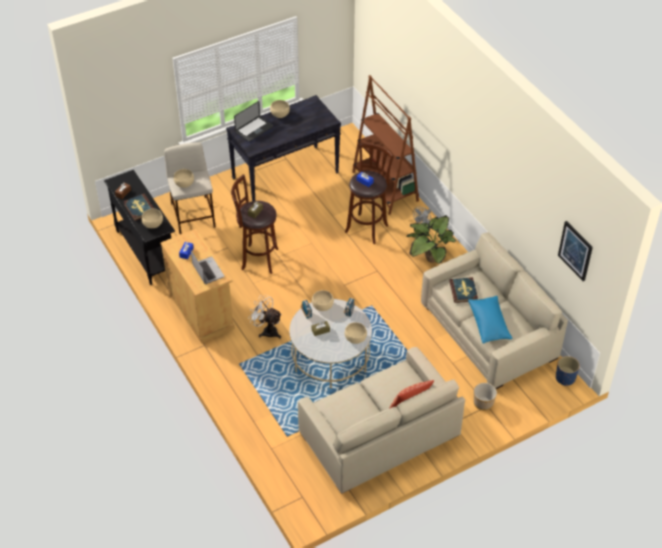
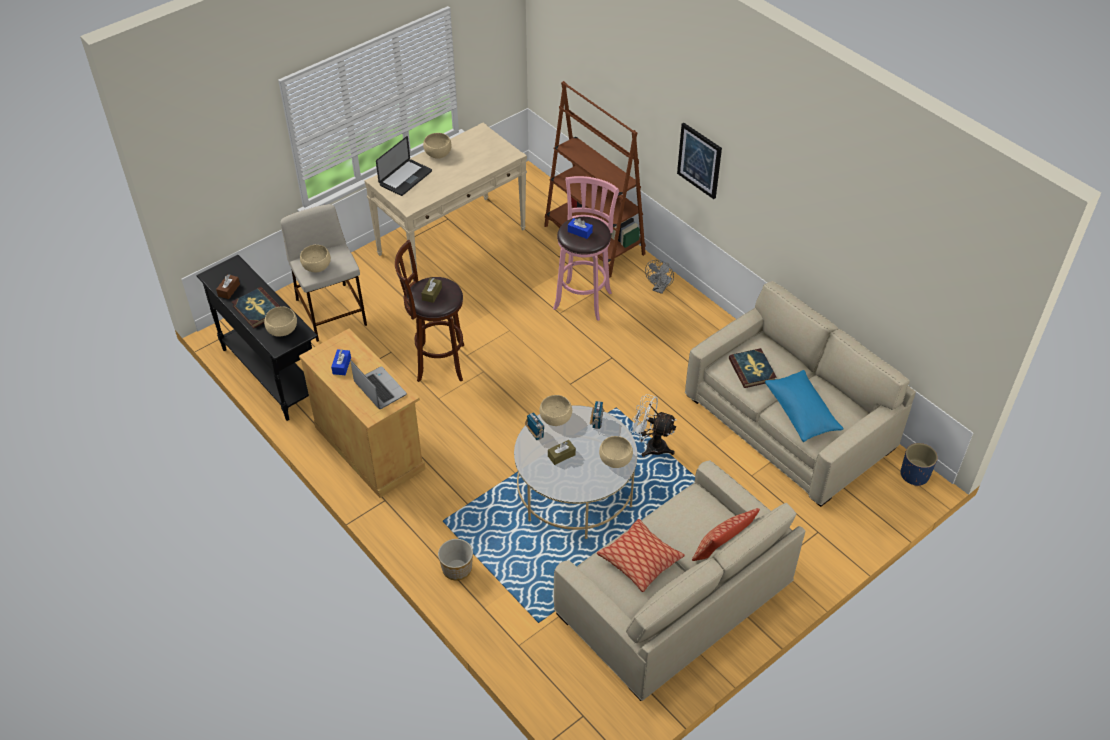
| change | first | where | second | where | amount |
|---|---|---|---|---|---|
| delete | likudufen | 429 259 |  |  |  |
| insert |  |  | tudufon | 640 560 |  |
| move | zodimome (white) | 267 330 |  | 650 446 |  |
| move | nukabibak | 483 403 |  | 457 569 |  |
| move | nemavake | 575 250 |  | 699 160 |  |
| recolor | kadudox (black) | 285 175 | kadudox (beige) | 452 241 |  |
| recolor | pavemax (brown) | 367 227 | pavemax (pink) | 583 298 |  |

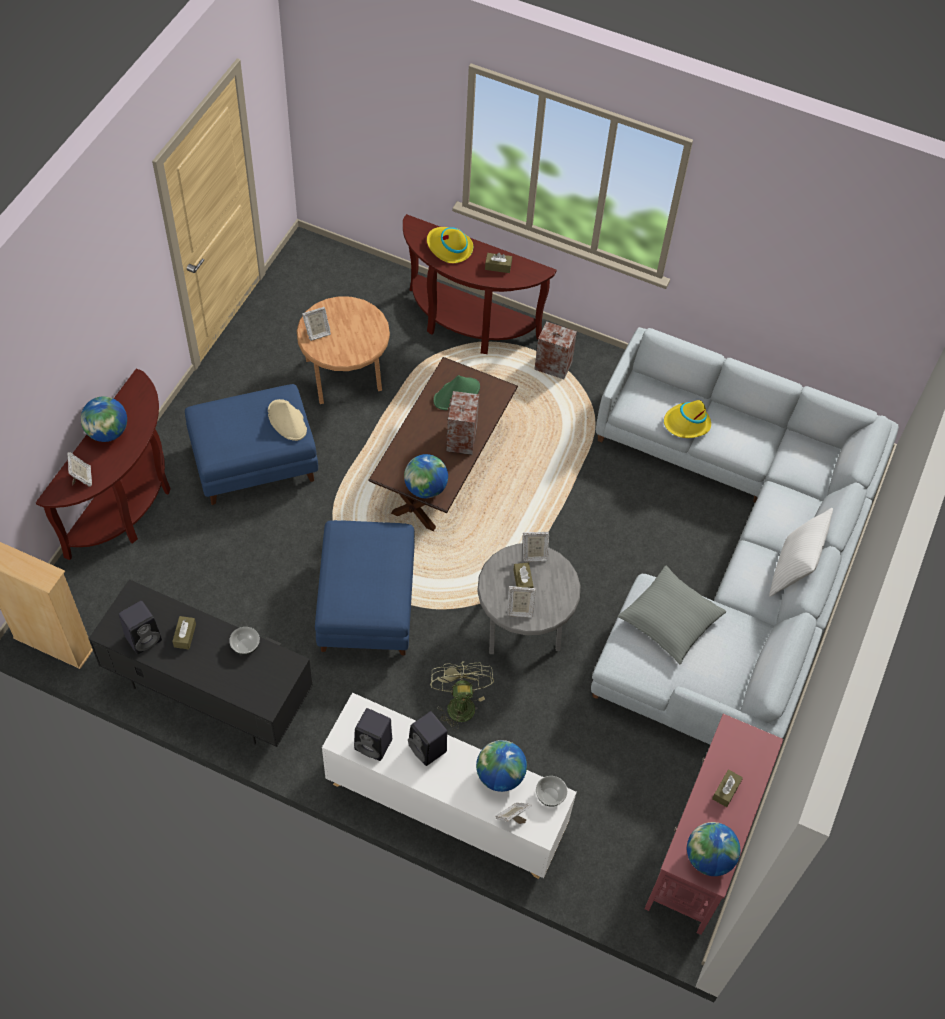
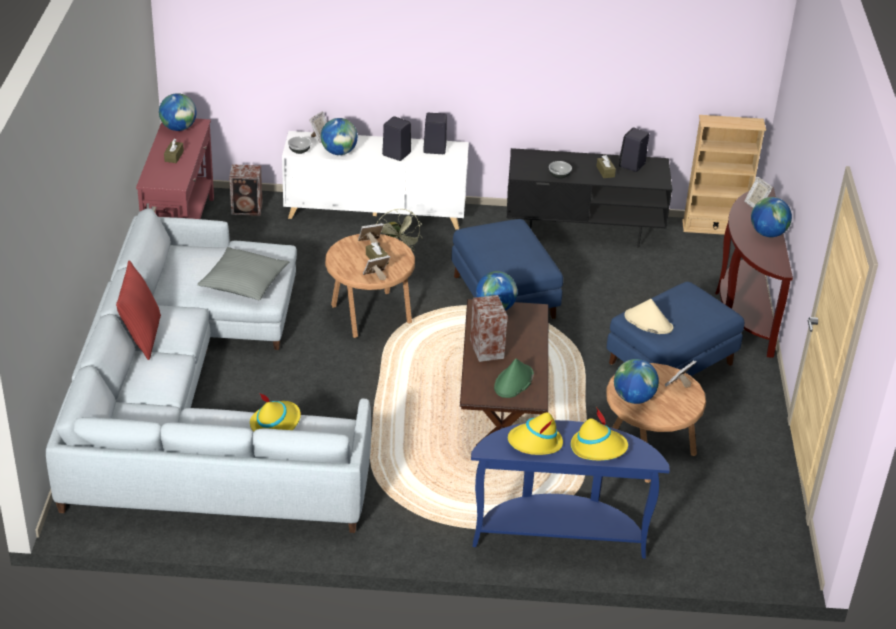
| change | first | where | second | where | amount |
|---|---|---|---|---|---|
| insert |  |  | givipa | 633 398 |  |
| move | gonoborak | 552 365 |  | 248 209 |  |
| replace | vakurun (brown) | 498 266 | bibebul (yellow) | 535 442 |  |
| recolor | kadudox (brown) | 467 325 | kadudox (blue) | 559 534 |  |
| recolor | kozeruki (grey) | 523 624 | kozeruki (brown) | 369 314 |  |
| recolor | tudufon (white) | 792 570 | tudufon (red) | 141 337 |  |

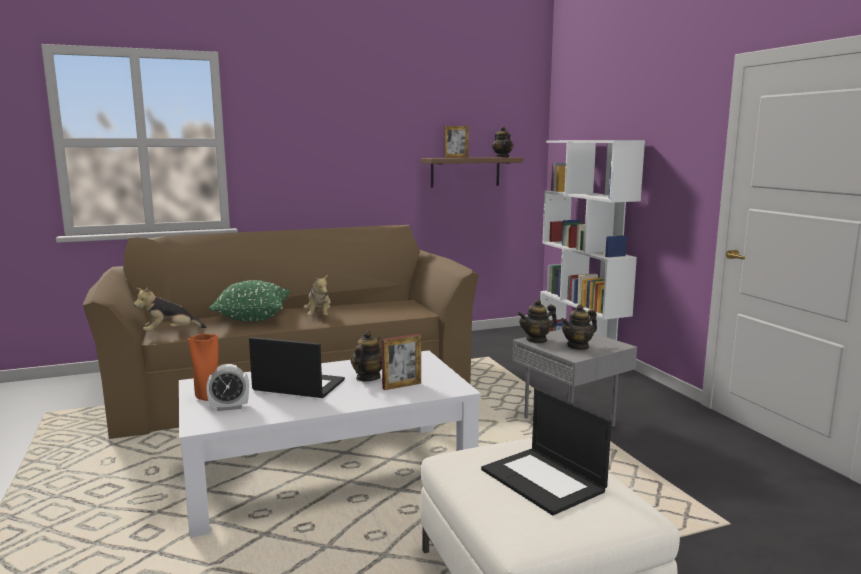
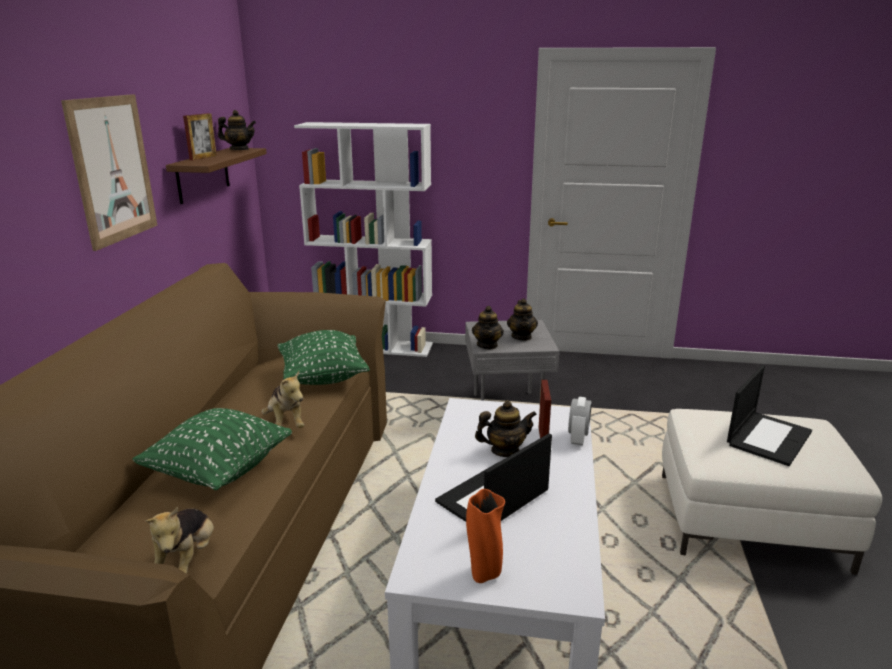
| change | first | where | second | where | amount |
|---|---|---|---|---|---|
| insert |  |  | nemavake | 113 169 |  |
| insert |  |  | tudufon (green) | 323 378 |  |
| move | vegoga | 229 407 |  | 578 438 |  |
| rotate | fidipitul | 319 317 |  | 286 423 | 45 degrees clockwise |
| rotate | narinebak | 368 378 |  | 505 450 | 120 degrees clockwise |
| rotate | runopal | 544 480 |  | 768 437 | 45 degrees counterclockwise |

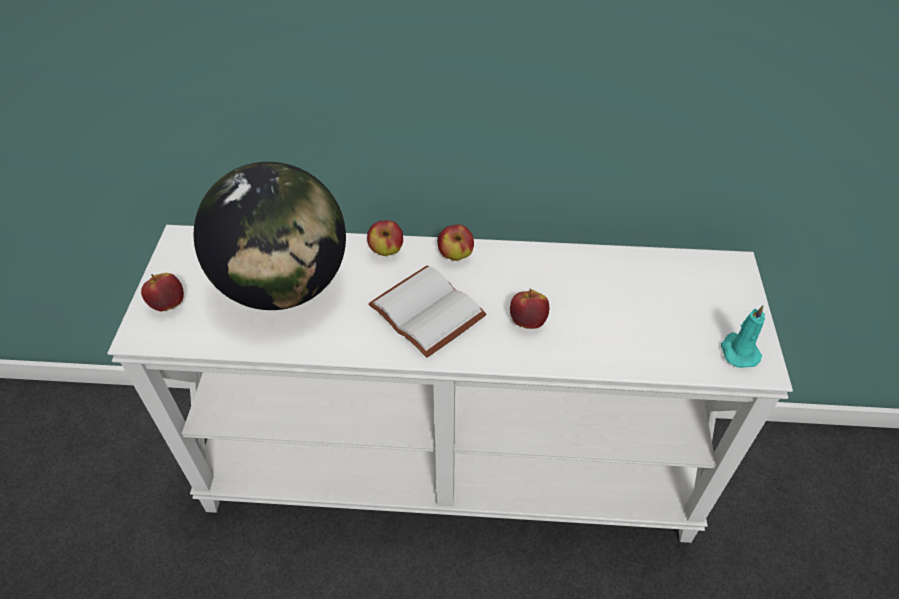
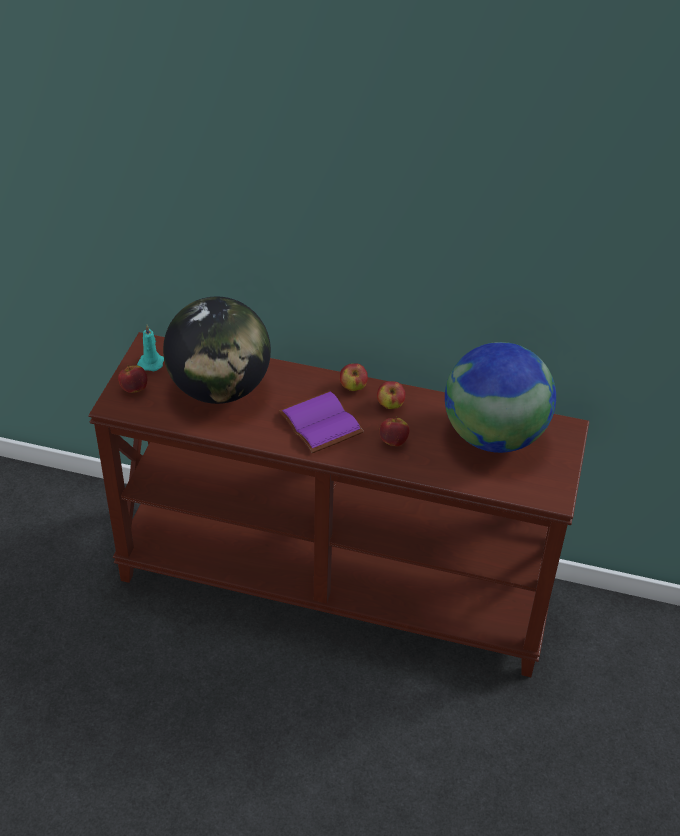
| change | first | where | second | where | amount |
|---|---|---|---|---|---|
| insert |  |  | givipa | 493 436 |  |
| move | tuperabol | 386 251 |  | 390 405 |  |
| move | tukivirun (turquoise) | 738 351 |  | 151 362 |  |
| recolor | kadudox (white) | 451 465 | kadudox (brown) | 336 582 |  |
| recolor | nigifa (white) | 423 312 | nigifa (purple) | 318 423 |  |

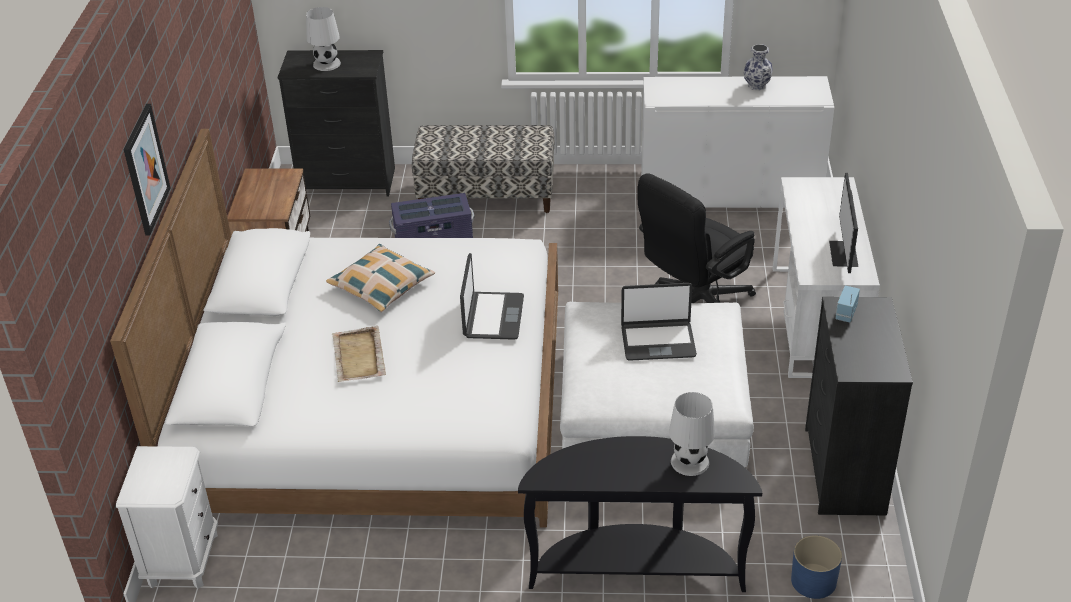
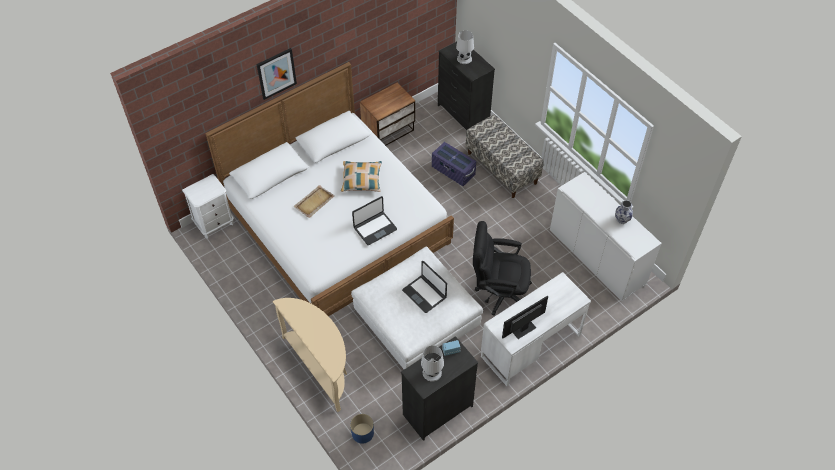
| change | first | where | second | where | amount |
|---|---|---|---|---|---|
| move | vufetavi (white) | 690 461 |  | 432 372 |  |
| recolor | kadudox (black) | 636 567 | kadudox (beige) | 321 366 |  |

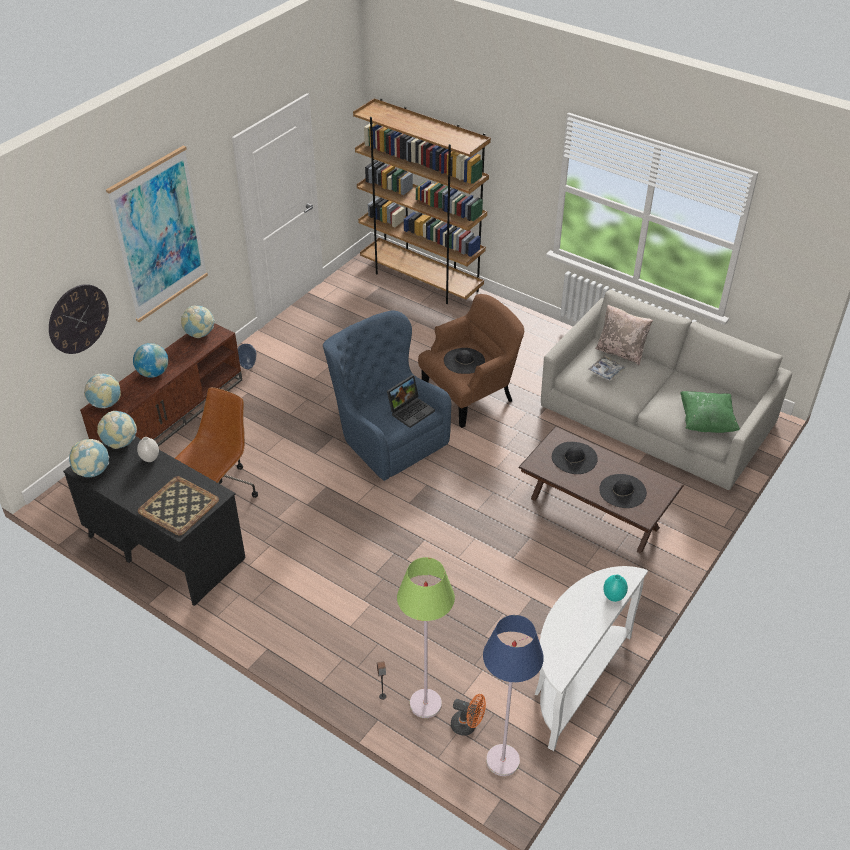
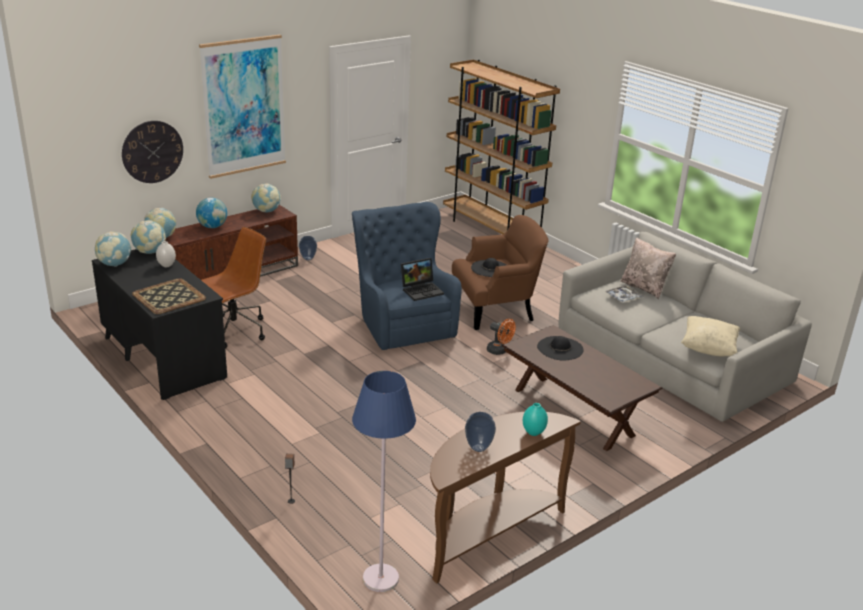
| change | first | where | second | where | amount |
|---|---|---|---|---|---|
| delete | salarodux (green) | 425 703 |  |  |  |
| delete | bibebul (black) | 622 491 |  |  |  |
| insert |  |  | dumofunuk | 478 448 |  |
| move | zodimome (orange) | 468 726 |  | 499 351 |  |
| recolor | kadudox (white) | 574 681 | kadudox (brown) | 488 533 |  |
| recolor | tudufon (green) | 706 422 | tudufon (beige) | 708 349 |  |

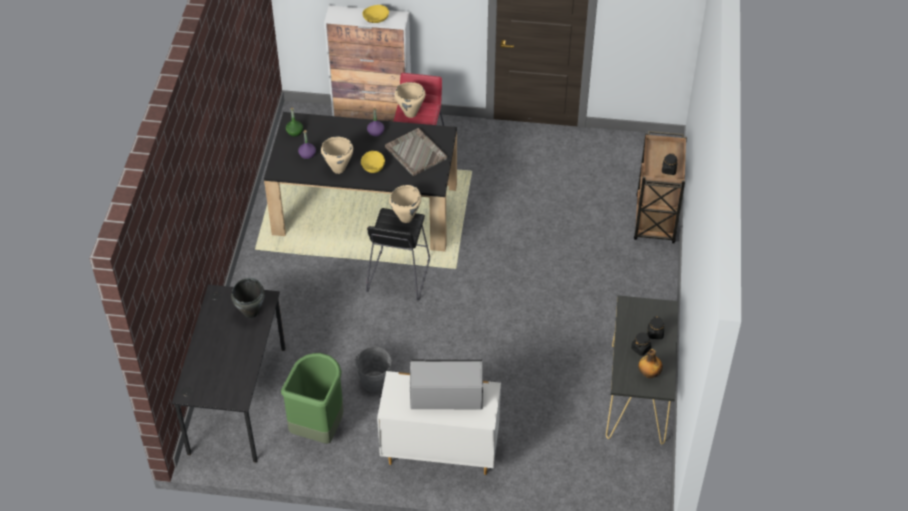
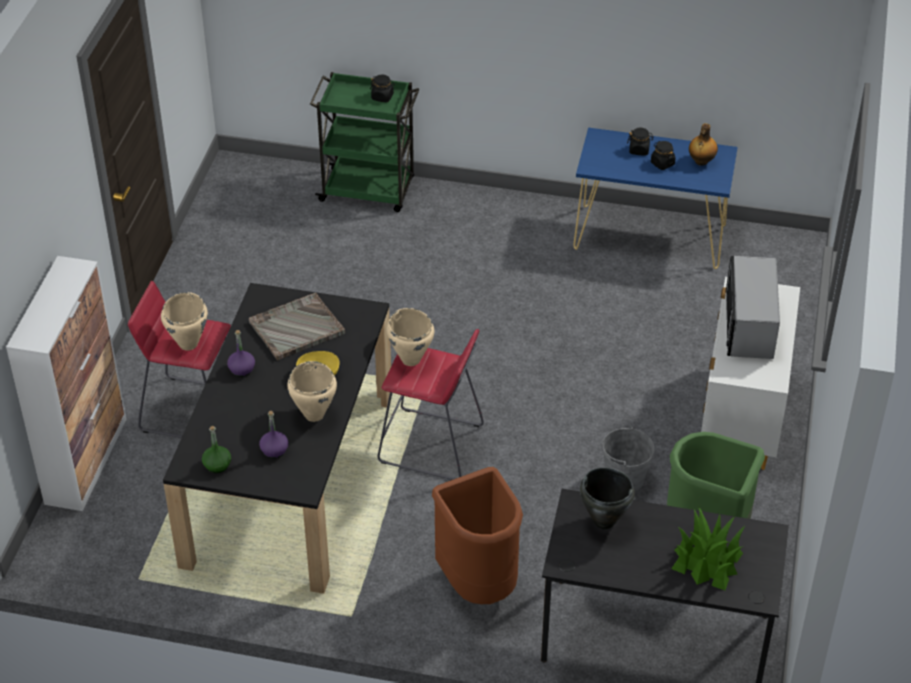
| change | first | where | second | where | amount |
|---|---|---|---|---|---|
| delete | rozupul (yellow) | 376 20 |  |  |  |
| insert |  |  | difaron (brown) | 479 584 |  |
| insert |  |  | likudufen | 706 561 |  |
| recolor | pavemax (black) | 398 276 | pavemax (red) | 431 445 |  |
| recolor | kadudox (black) | 637 394 | kadudox (blue) | 650 237 |  |
| recolor | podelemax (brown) | 655 221 | podelemax (green) | 369 190 |  |

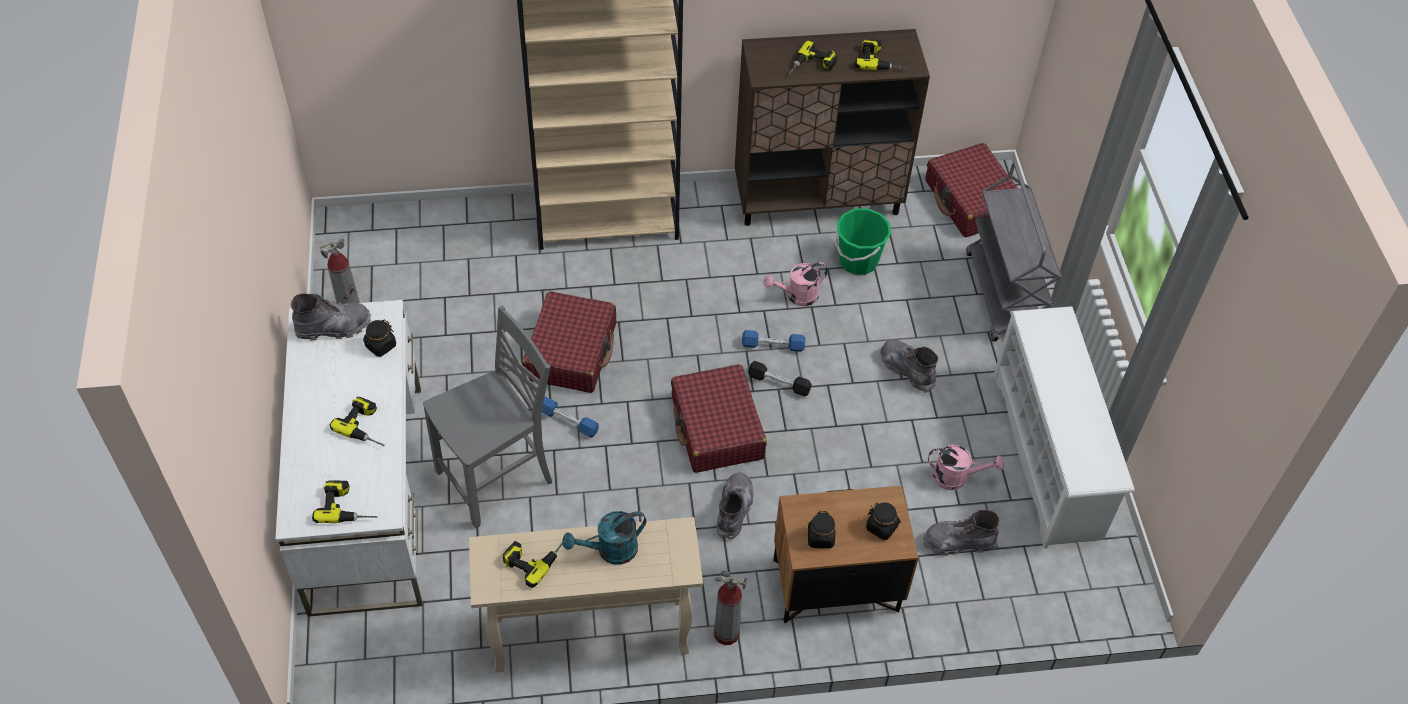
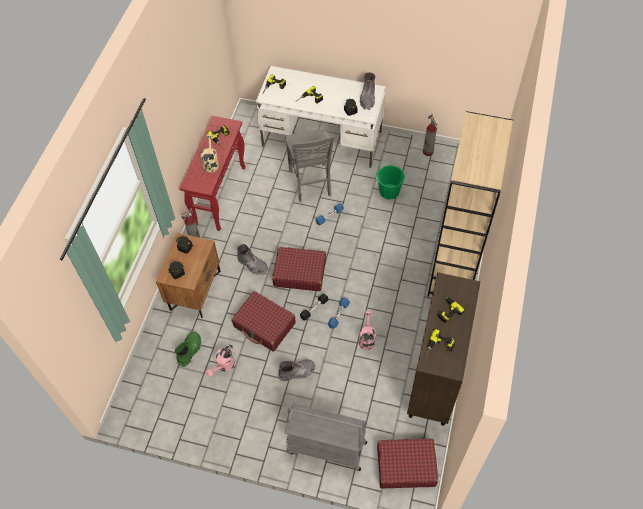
| change | first | where | second | where | amount |
|---|---|---|---|---|---|
| delete | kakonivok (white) | 1049 456 |  |  |  |
| move | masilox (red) | 571 351 |  | 264 325 |  |
| move | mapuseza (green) | 858 261 |  | 389 191 |  |
| recolor | kadudox (beige) | 588 636 | kadudox (red) | 220 195 |  |
| recolor | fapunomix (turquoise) | 610 551 | fapunomix (beige) | 210 162 |  |
| recolor | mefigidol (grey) | 958 542 | mefigidol (green) | 189 350 |  |

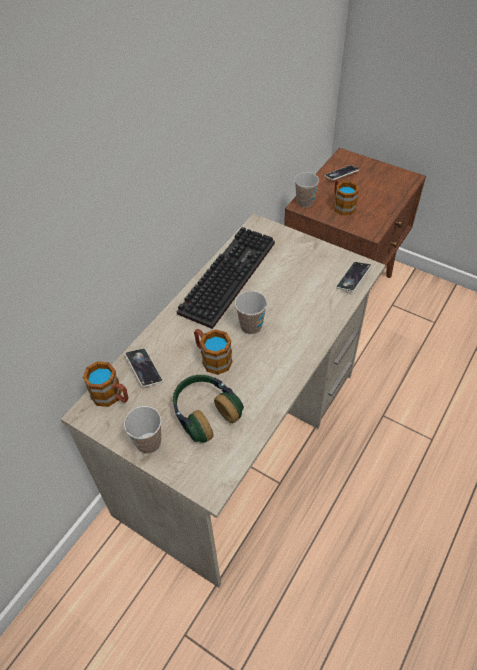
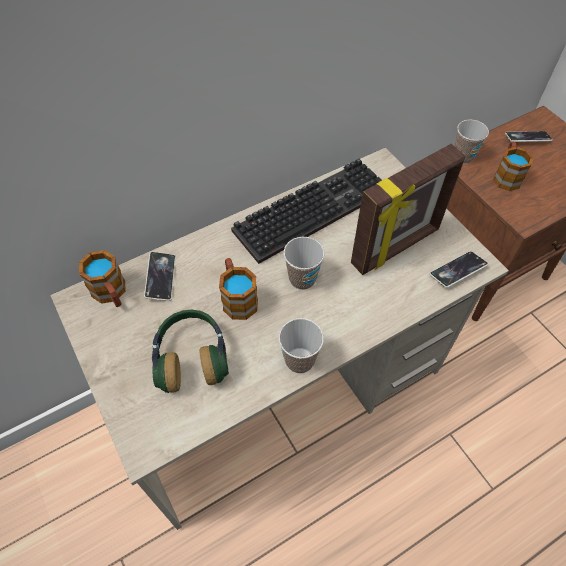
| change | first | where | second | where | amount |
|---|---|---|---|---|---|
| insert |  |  | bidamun | 396 247 |  |
| move | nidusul | 148 443 |  | 299 360 |  |

